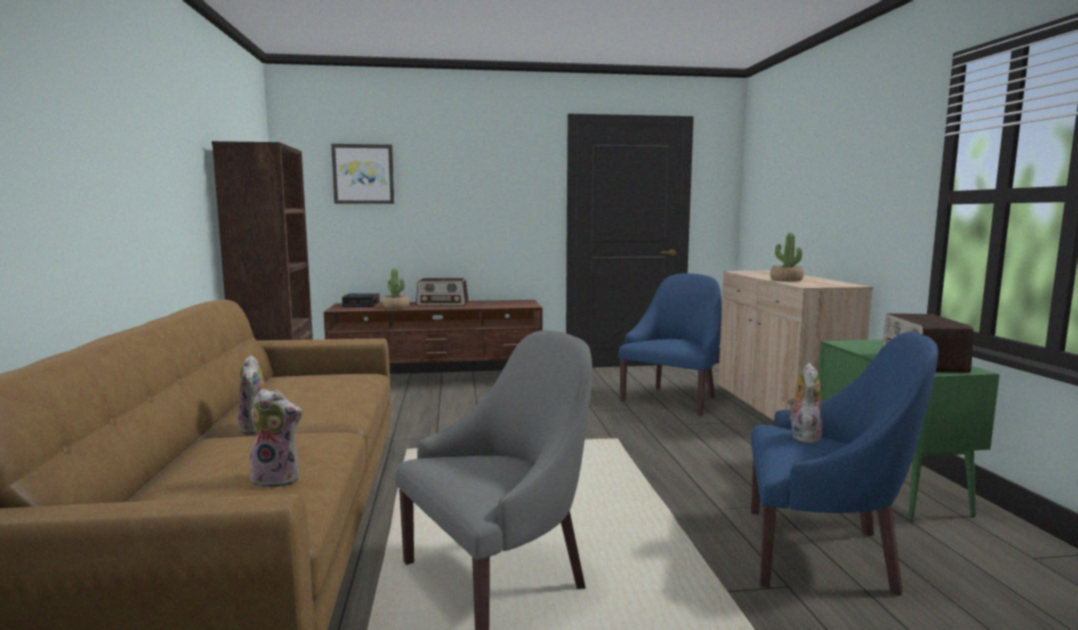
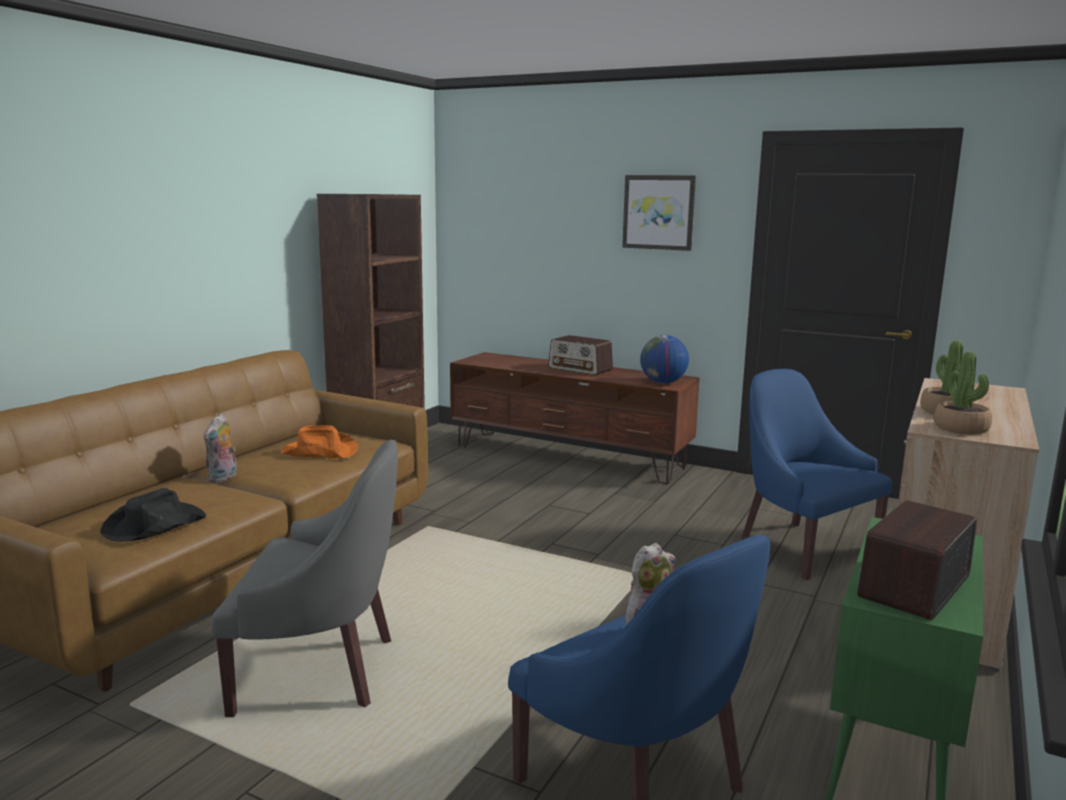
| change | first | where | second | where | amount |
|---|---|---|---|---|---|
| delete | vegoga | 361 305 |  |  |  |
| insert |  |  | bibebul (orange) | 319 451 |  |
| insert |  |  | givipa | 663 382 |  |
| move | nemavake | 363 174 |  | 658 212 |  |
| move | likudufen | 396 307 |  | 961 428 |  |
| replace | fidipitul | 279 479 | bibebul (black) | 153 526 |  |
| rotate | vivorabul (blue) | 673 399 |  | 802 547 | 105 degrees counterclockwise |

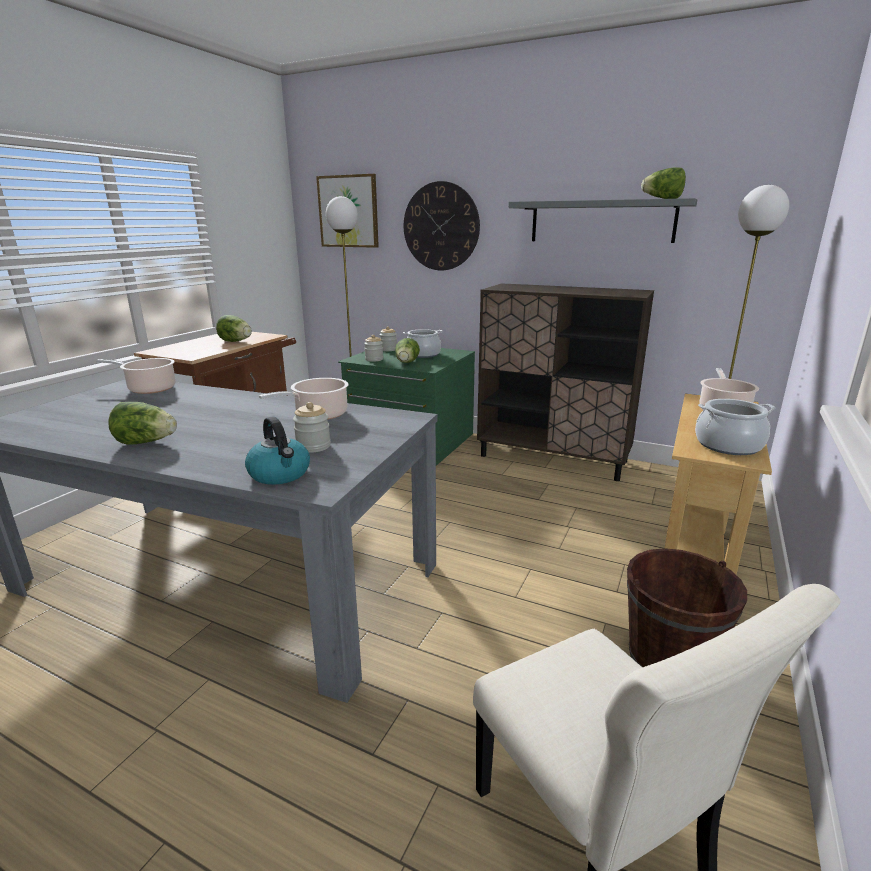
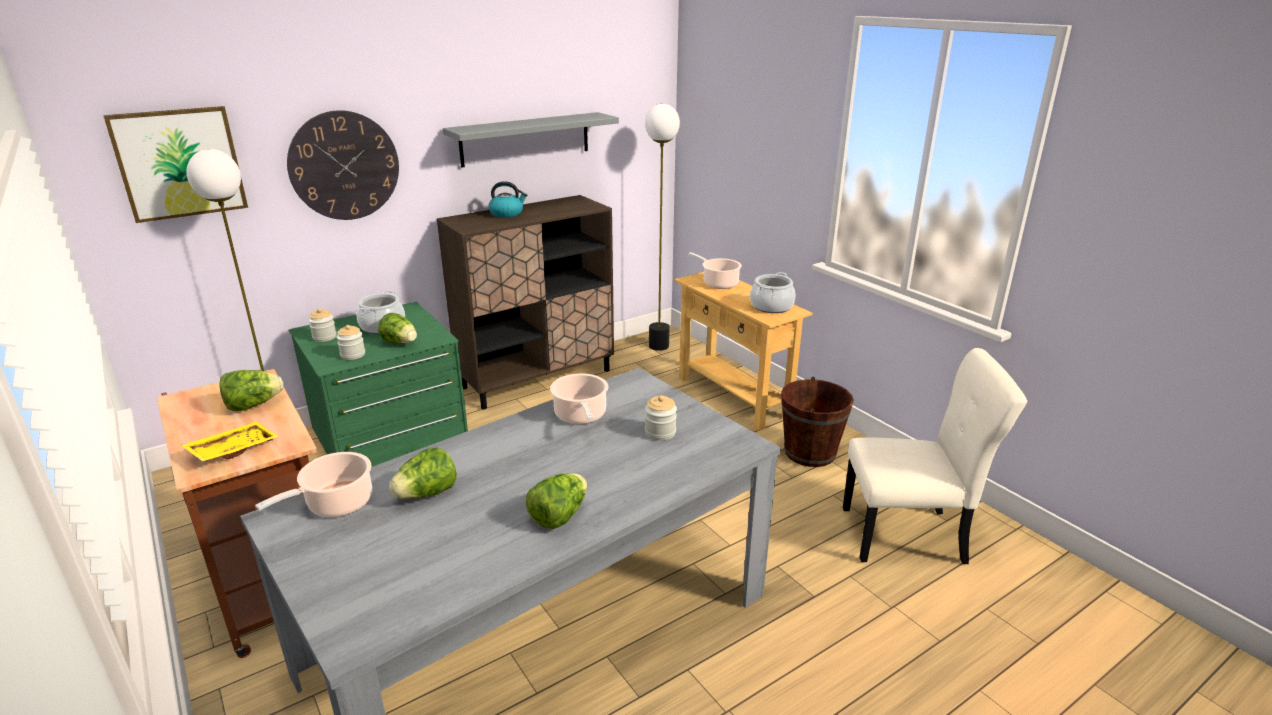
| change | first | where | second | where | amount |
|---|---|---|---|---|---|
| insert |  |  | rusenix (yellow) | 233 450 |  |
| move | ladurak | 280 474 |  | 507 213 |  |
| move | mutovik | 663 199 |  | 427 494 |  |

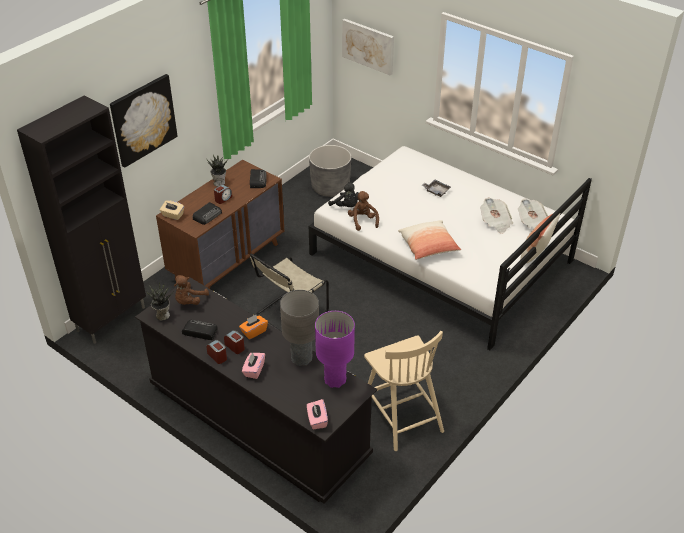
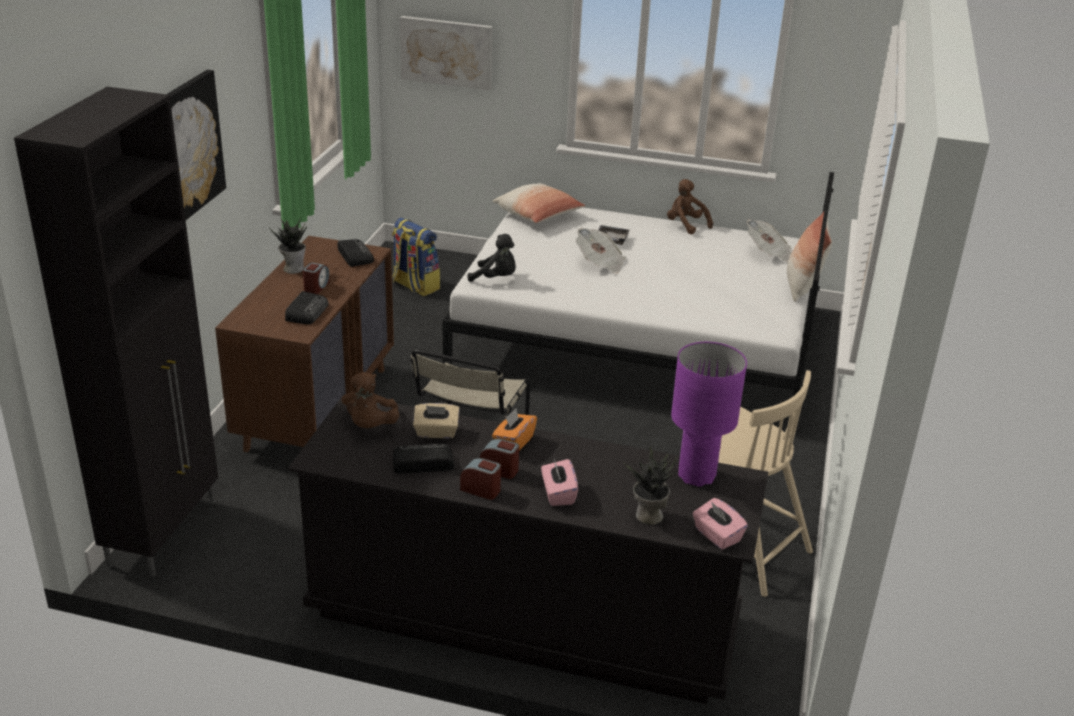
| change | first | where | second | where | amount |
|---|---|---|---|---|---|
| delete | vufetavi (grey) | 301 358 |  |  |  |
| move | likudufen | 162 315 |  | 648 516 |  |
| move | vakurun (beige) | 172 215 |  | 436 432 |  |
| move | fidipitul (brown) | 362 221 |  | 686 225 |  |
| move | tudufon | 428 247 |  | 538 215 |  |
| move | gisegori | 495 223 |  | 600 263 |  |
| replace | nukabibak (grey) | 330 187 | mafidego | 414 286 |  |

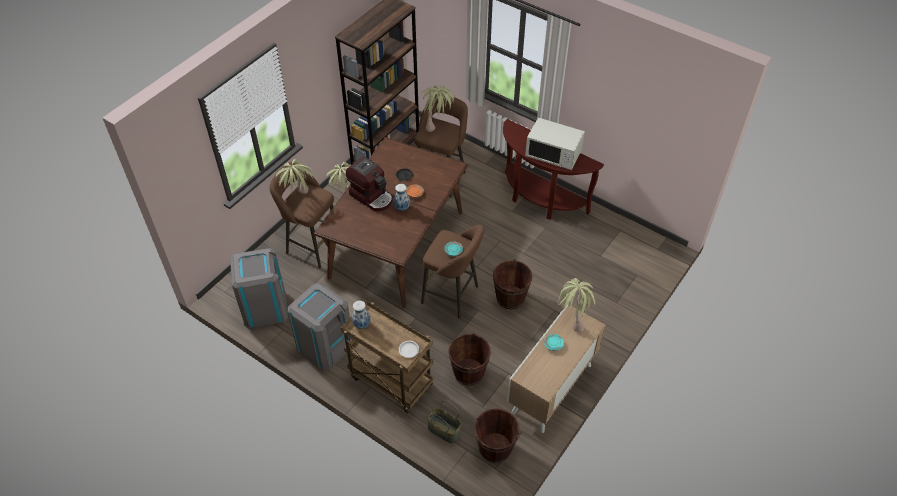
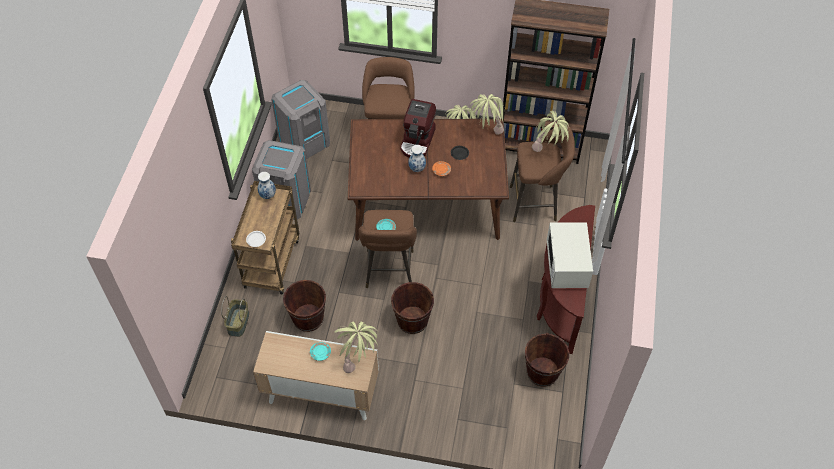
| change | first | where | second | where | amount |
|---|---|---|---|---|---|
| move | likudufen | 299 199 |  | 486 133 |  |
| move | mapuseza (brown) | 495 448 |  | 542 372 |  |

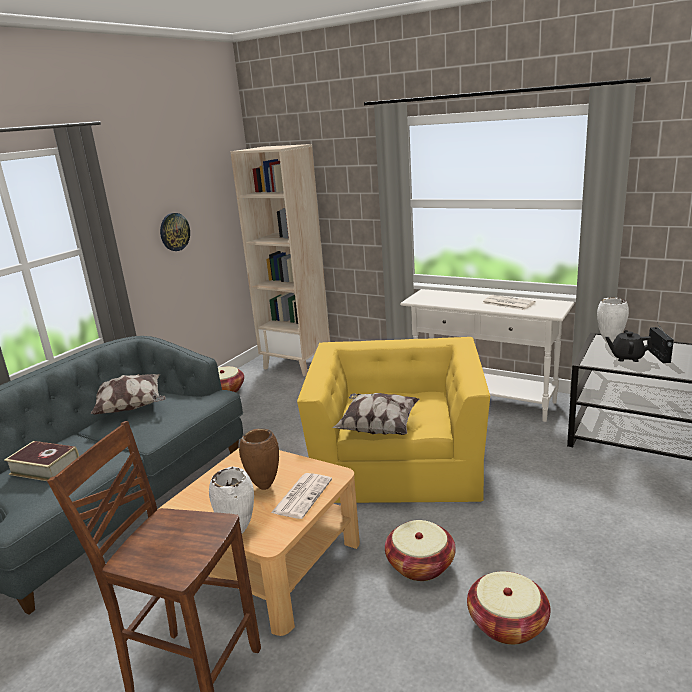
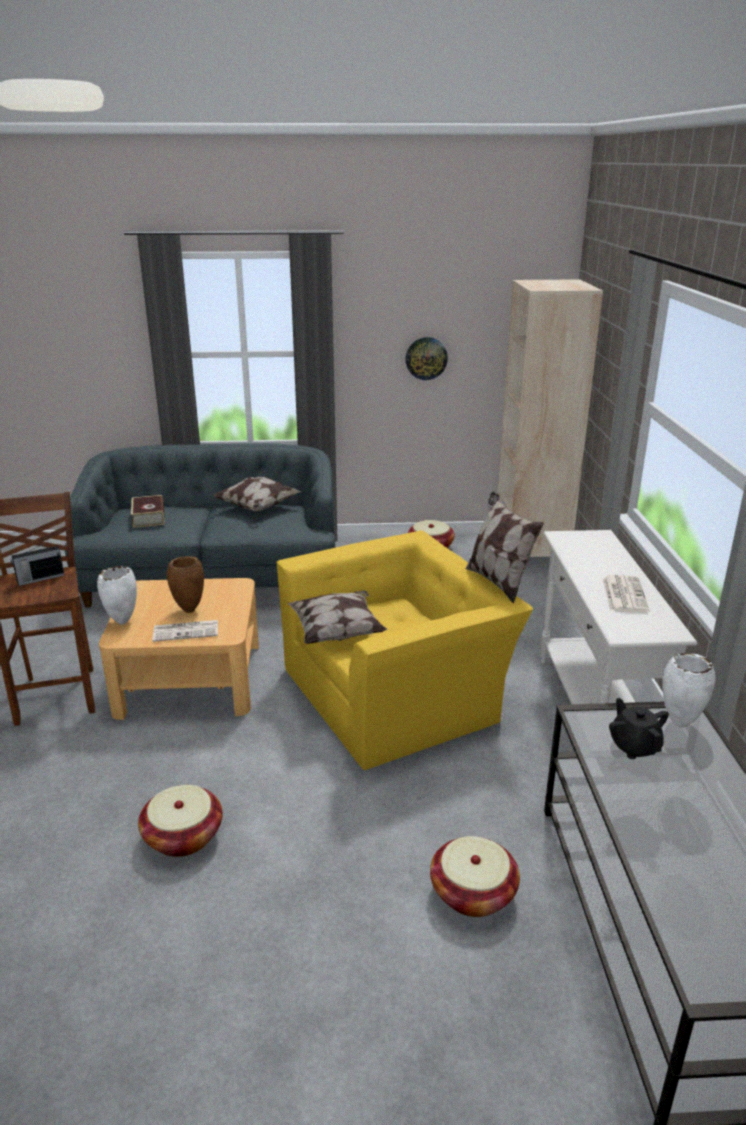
| change | first | where | second | where | amount |
|---|---|---|---|---|---|
| insert |  |  | tudufon | 498 582 |  |
| move | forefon | 420 565 |  | 473 893 |  |
| move | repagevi | 658 356 |  | 40 579 |  |

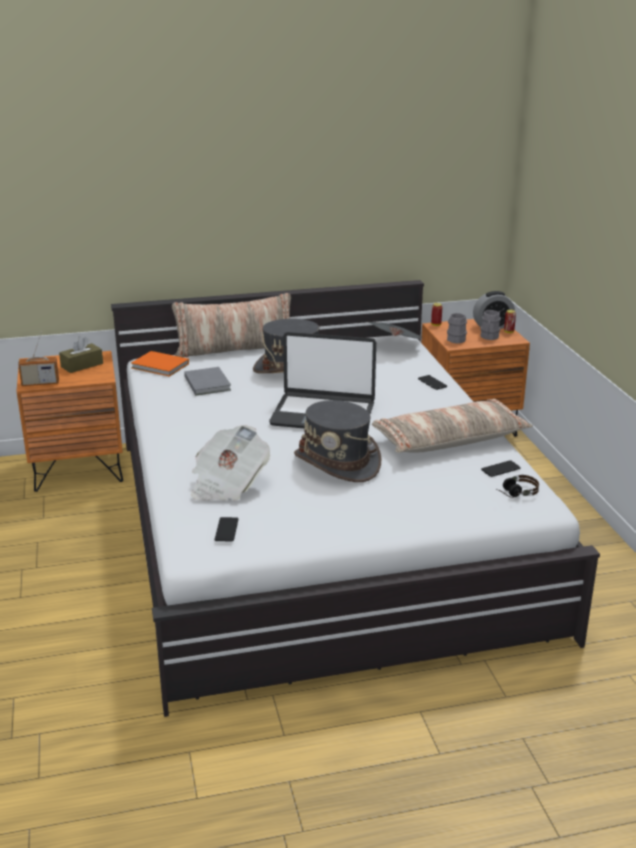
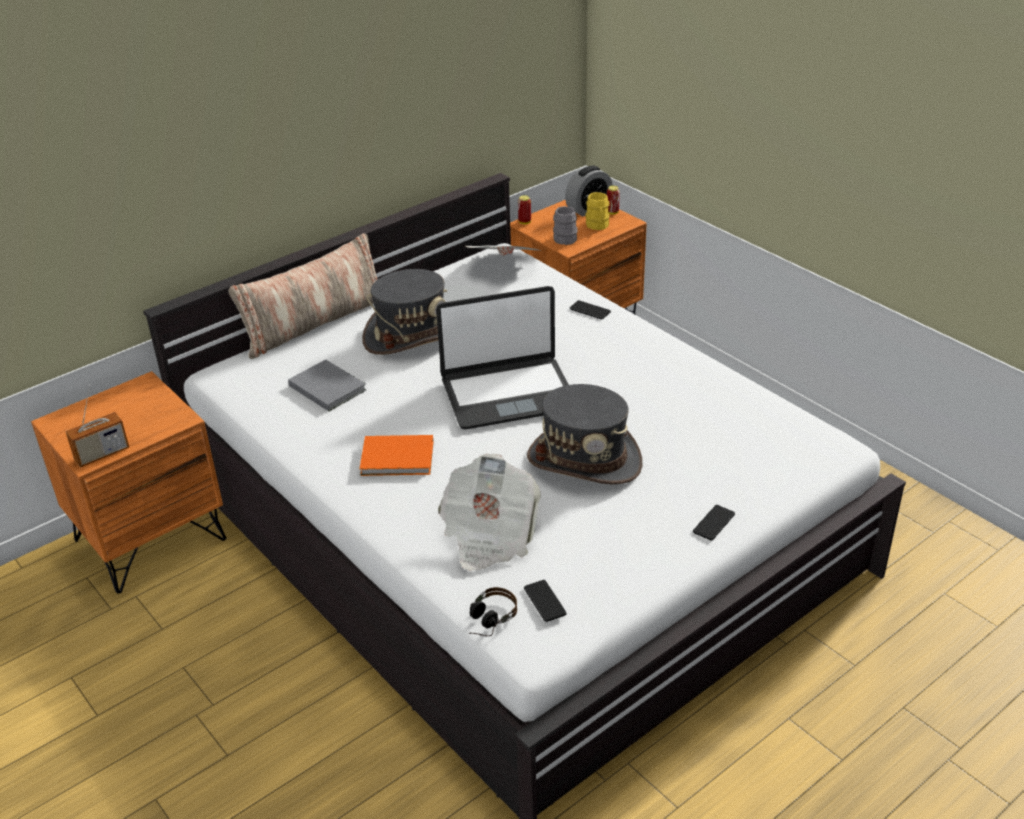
| change | first | where | second | where | amount |
|---|---|---|---|---|---|
| delete | vakurun (brown) | 82 365 |  |  |  |
| delete | tudufon | 449 440 |  |  |  |
| move | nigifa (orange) | 161 366 |  | 399 459 |  |
| move | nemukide | 500 469 |  | 713 523 |  |
| move | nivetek | 513 494 |  | 487 622 |  |
| recolor | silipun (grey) | 489 337 | silipun (yellow) | 598 226 |  |

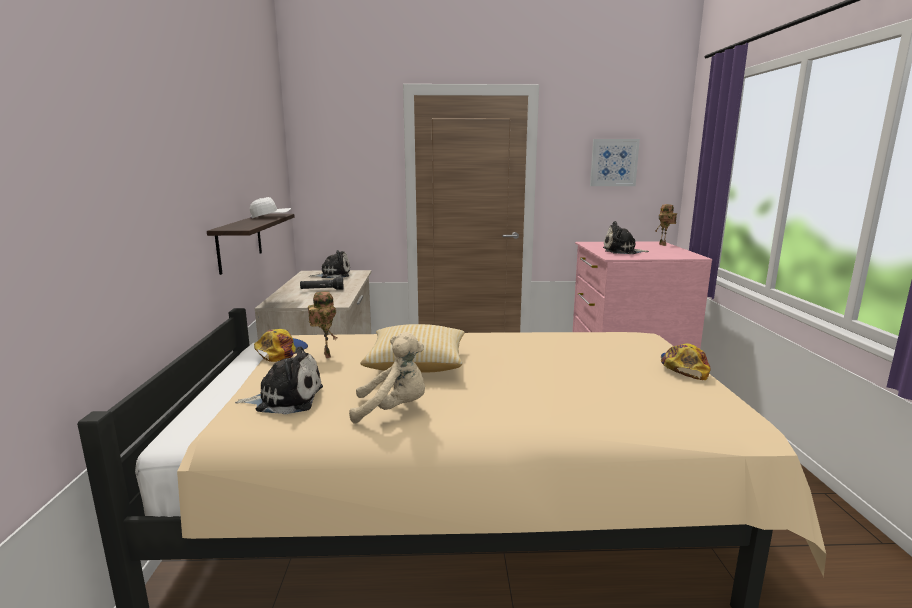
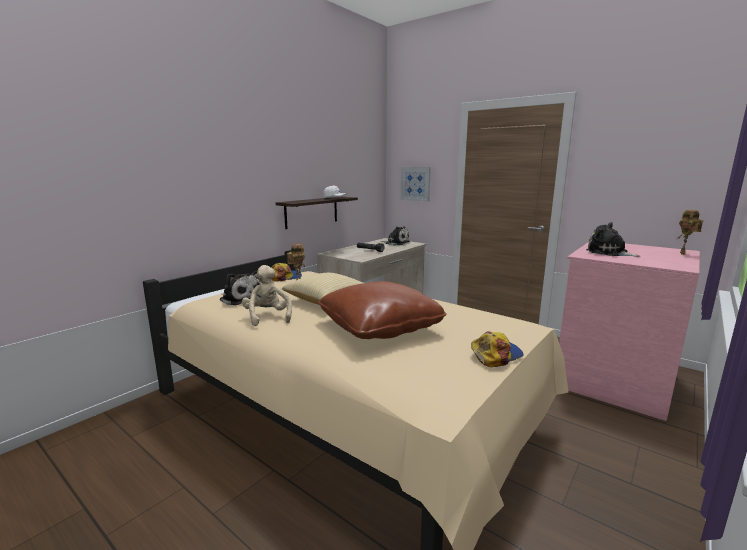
| change | first | where | second | where | amount |
|---|---|---|---|---|---|
| insert |  |  | tudufon (brown) | 380 327 |  |
| move | nemavake | 613 162 |  | 415 183 |  |
| rotate | fidipitul (beige) | 393 410 |  | 268 317 | 150 degrees counterclockwise |

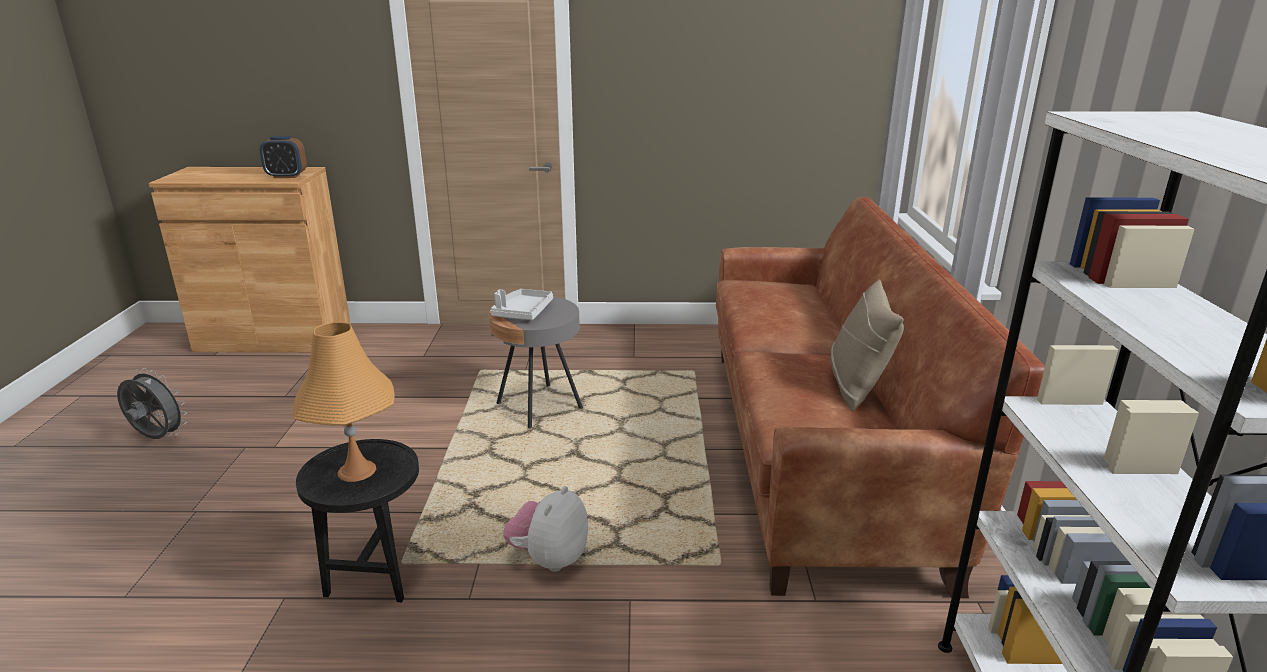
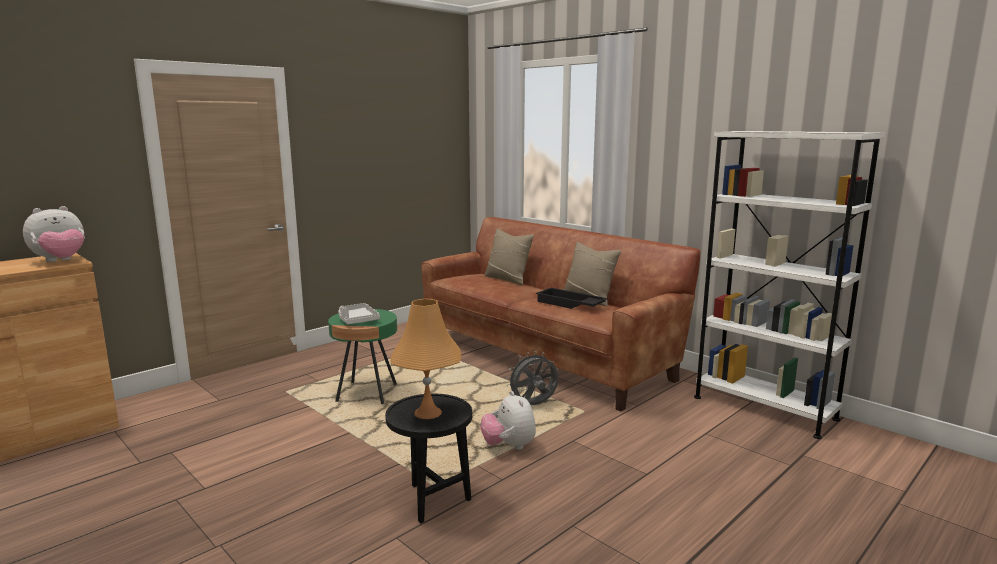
| change | first | where | second | where | amount |
|---|---|---|---|---|---|
| insert |  |  | tudufon (beige) | 507 279 |  |
| insert |  |  | rusenix (black) | 569 304 |  |
| move | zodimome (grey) | 157 438 |  | 534 405 |  |
| replace | vegoga | 286 176 | fidipitul | 61 261 |  |
| recolor | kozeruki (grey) | 539 406 | kozeruki (green) | 367 393 |  |

